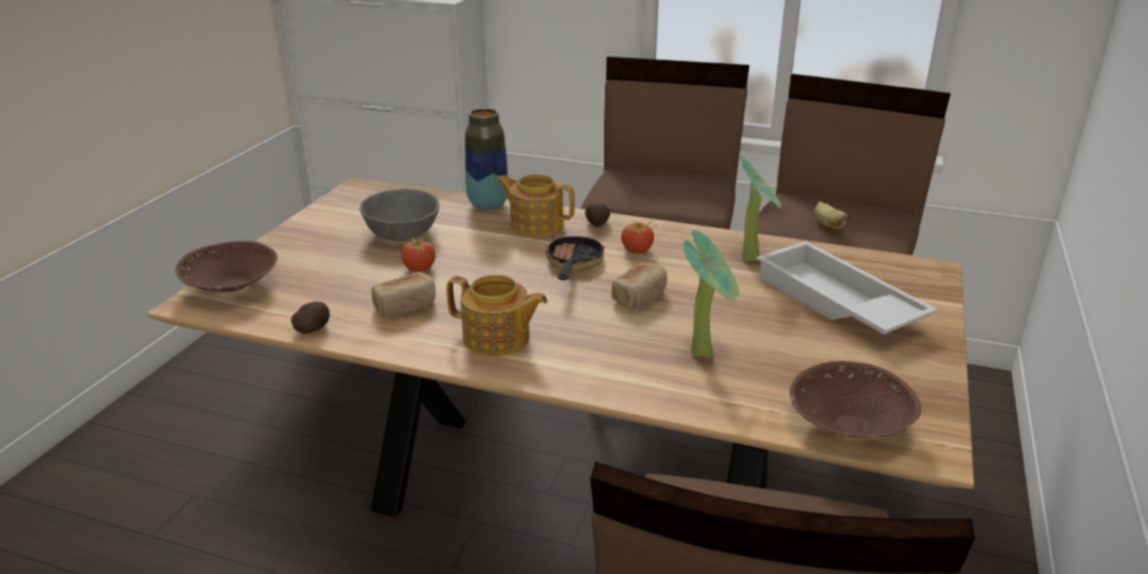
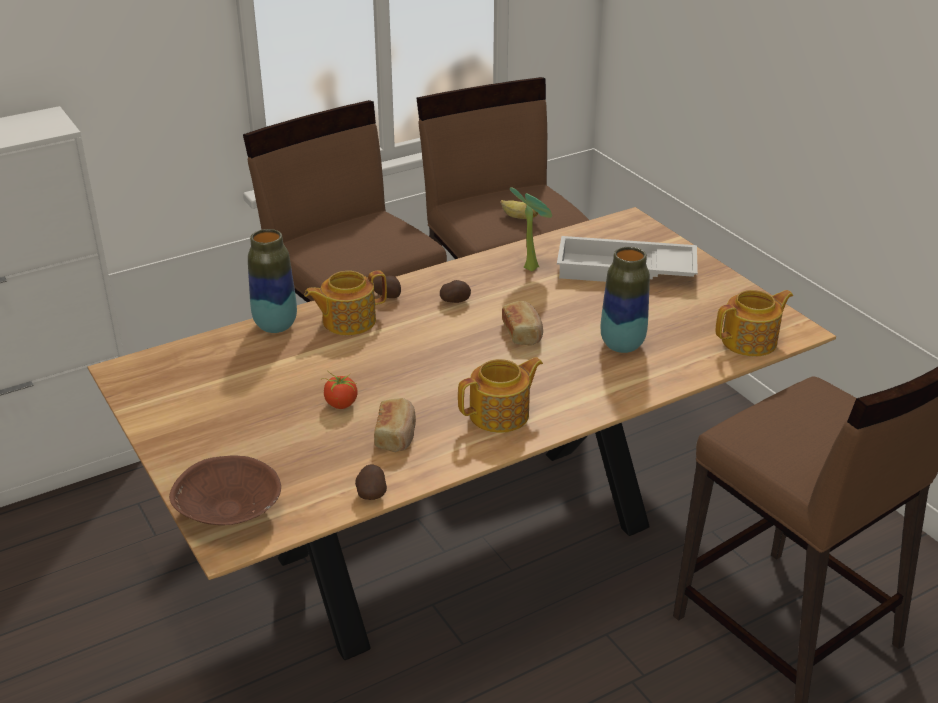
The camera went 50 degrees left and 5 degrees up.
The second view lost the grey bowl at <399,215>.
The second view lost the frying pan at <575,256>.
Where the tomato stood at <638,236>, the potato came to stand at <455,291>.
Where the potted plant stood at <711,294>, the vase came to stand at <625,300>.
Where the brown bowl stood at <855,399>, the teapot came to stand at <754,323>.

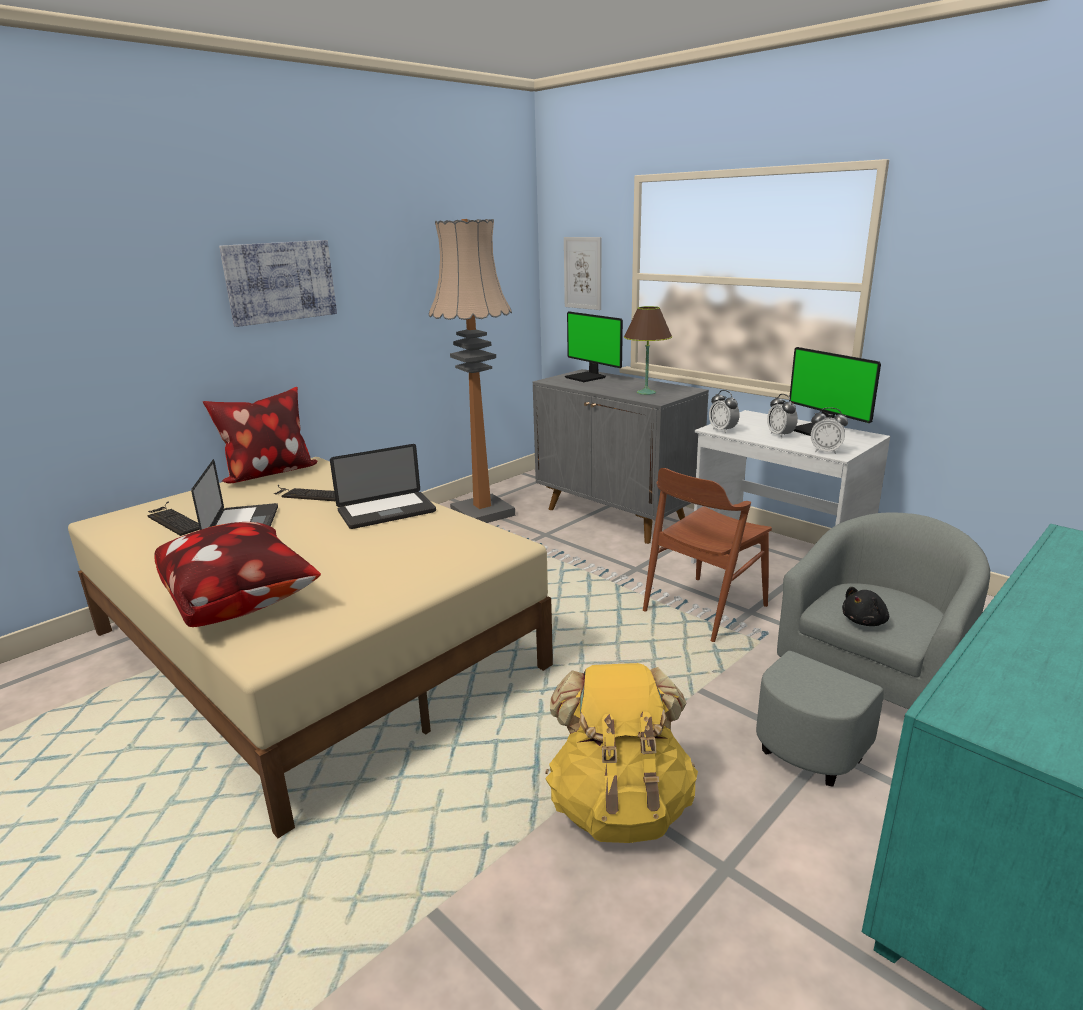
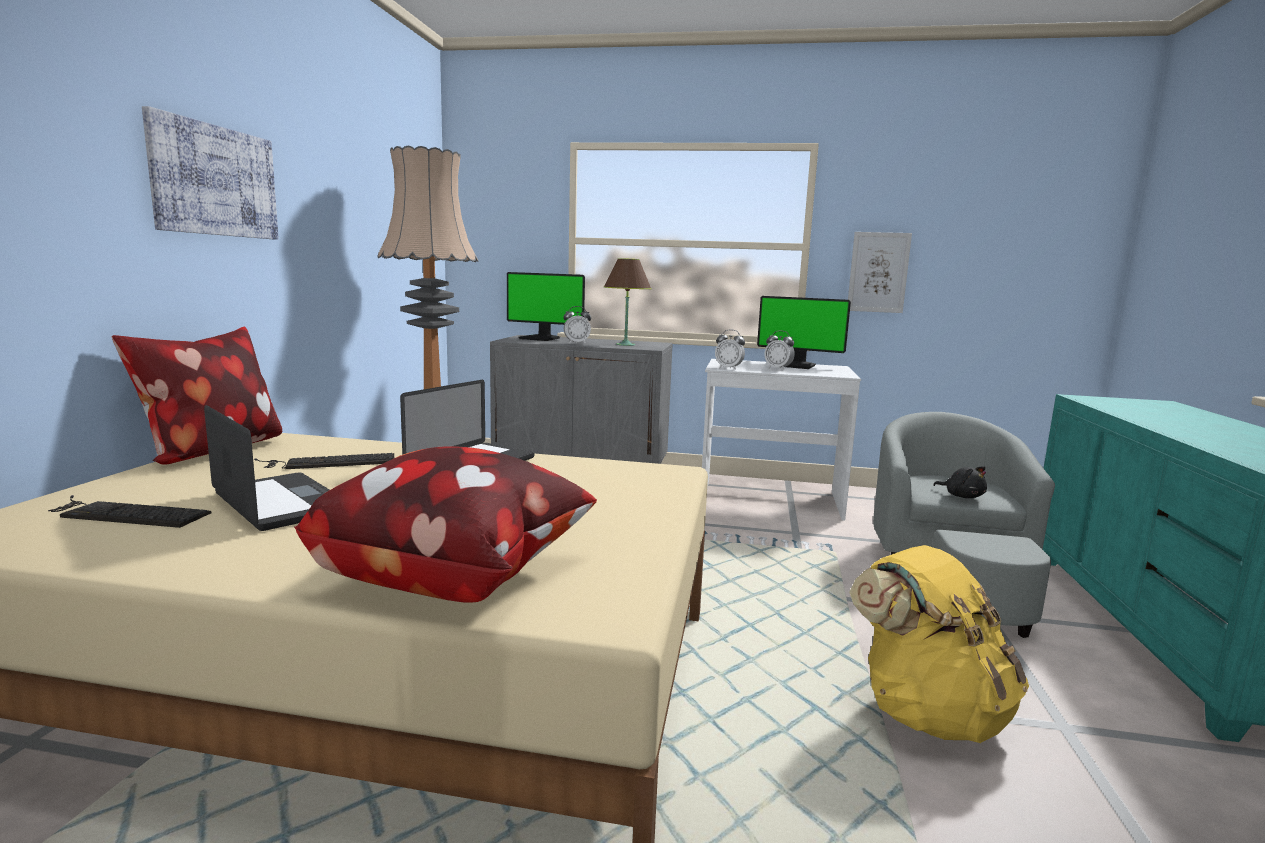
The camera went 35 degrees left and 10 degrees down.
The picture ended up elsewhere, having gone from <583,273> to <880,272>.
The second view lost the brown chair at <707,555>.
The alarm clock ended up elsewhere, having gone from <829,430> to <577,325>.
The black plush toy at <865,606> ended up facing another way, 60 degrees counterclockwise from before.

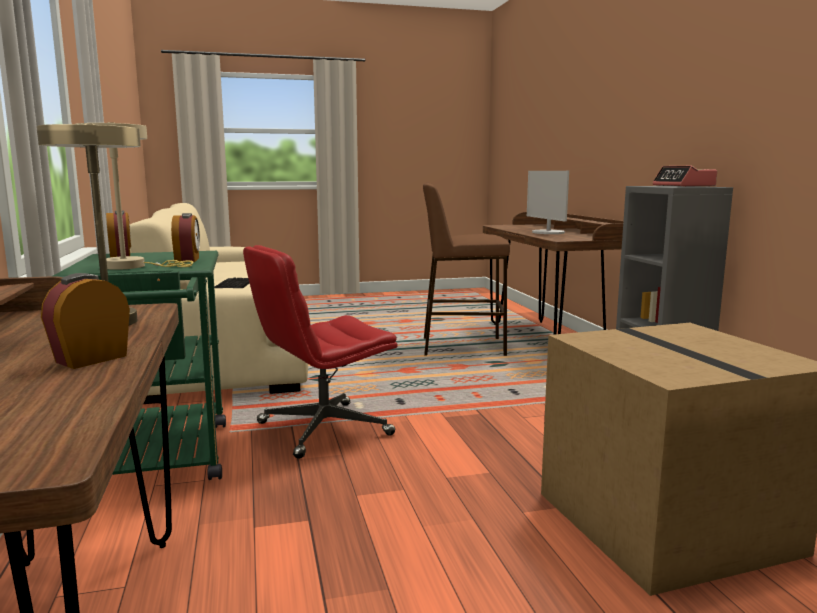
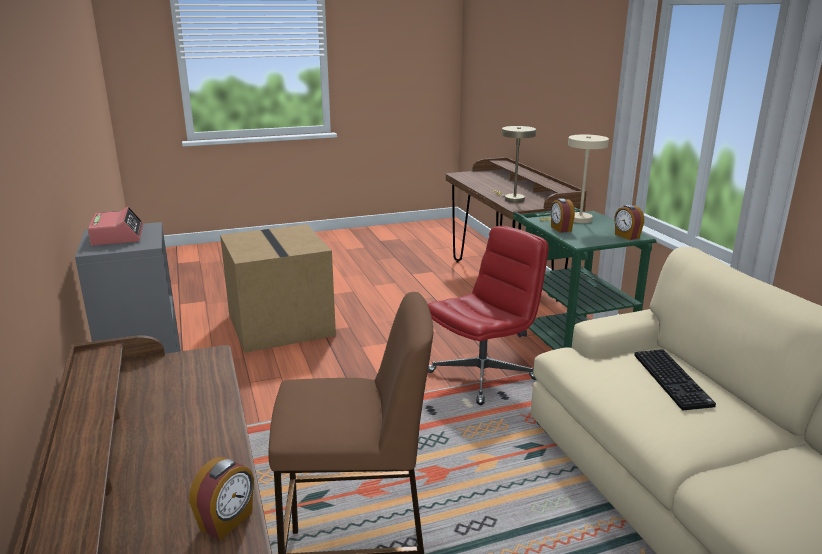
The camera went 175 degrees right and 10 degrees up.
The alarm clock ended up elsewhere, having gone from <85,321> to <221,498>.
The second view lost the monitor at <548,202>.

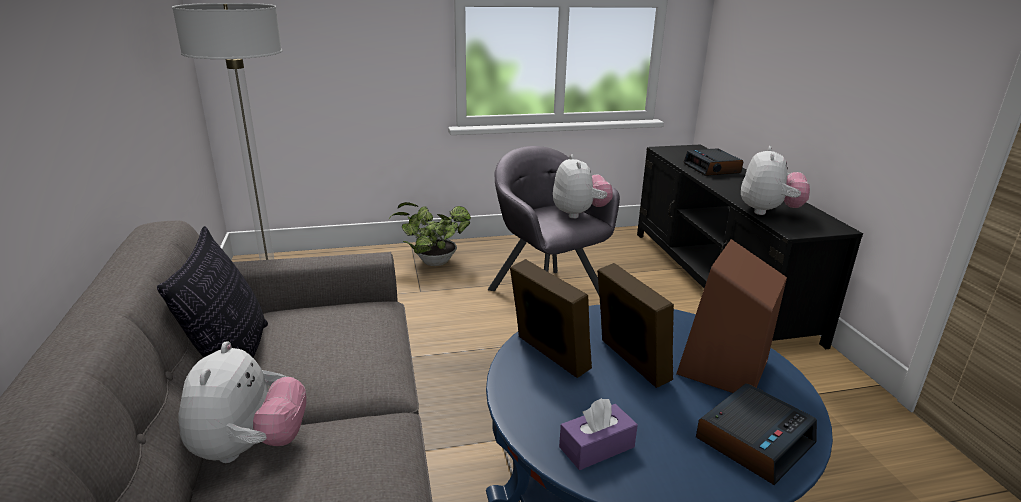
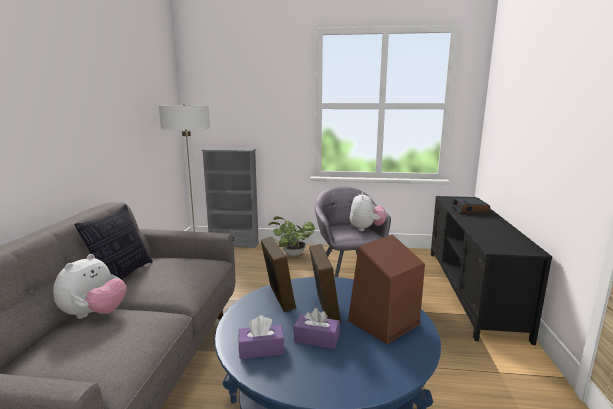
The camera went 20 degrees right and 10 degrees down.
The second view lost the alarm clock at <756,434>.
The second view lost the plush toy at <775,180>.
The second view gained the grey bookcase at <230,198>.
The second view gained the purple tissue box at <317,328>.

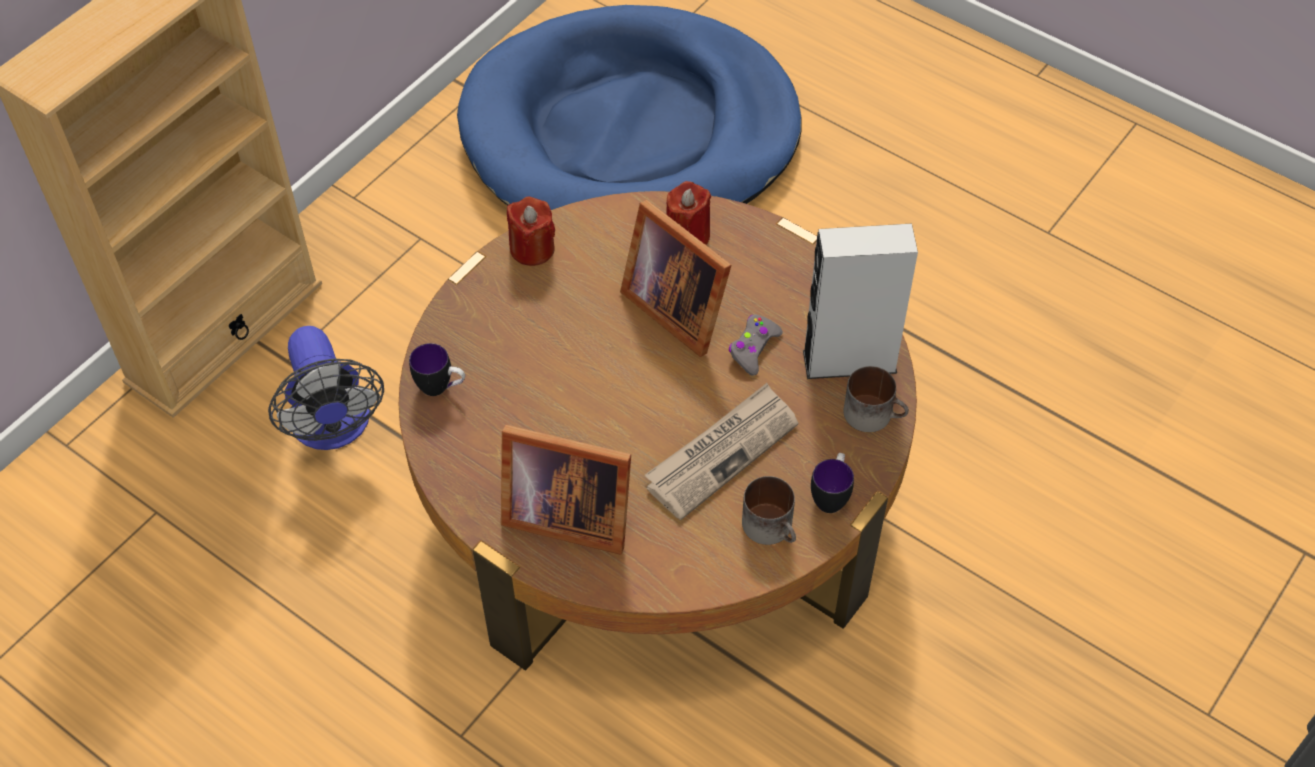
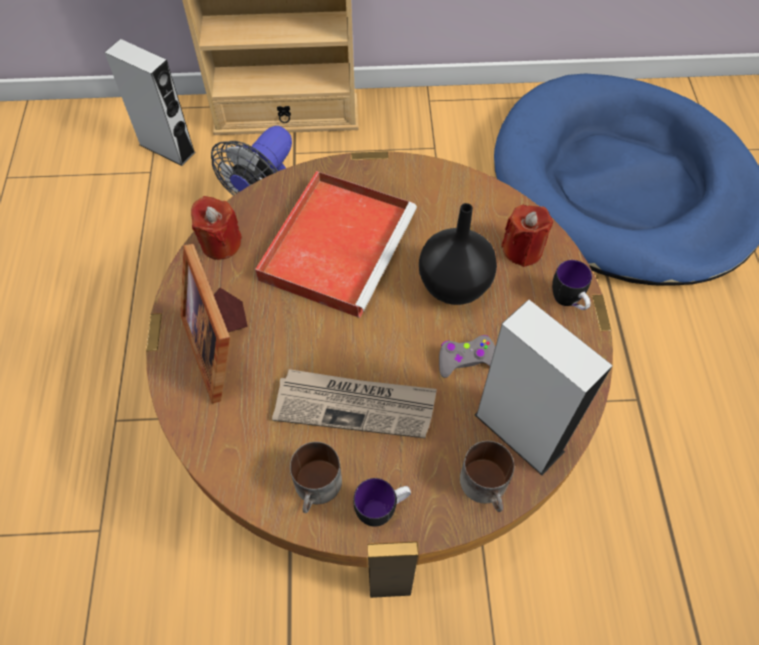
The camera went 50 degrees right and 5 degrees up.
The mug ended up elsewhere, having gone from <437,369> to <572,285>.
The red candle ended up elsewhere, having gone from <531,231> to <216,228>.
Where the picture frame stood at <676,278>, the black vase came to stand at <458,254>.
The second view gained the grey speaker at <149,102>.
The second view gained the red tray at <336,244>.

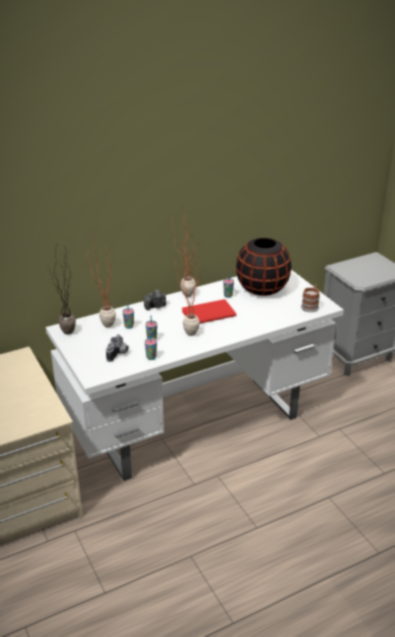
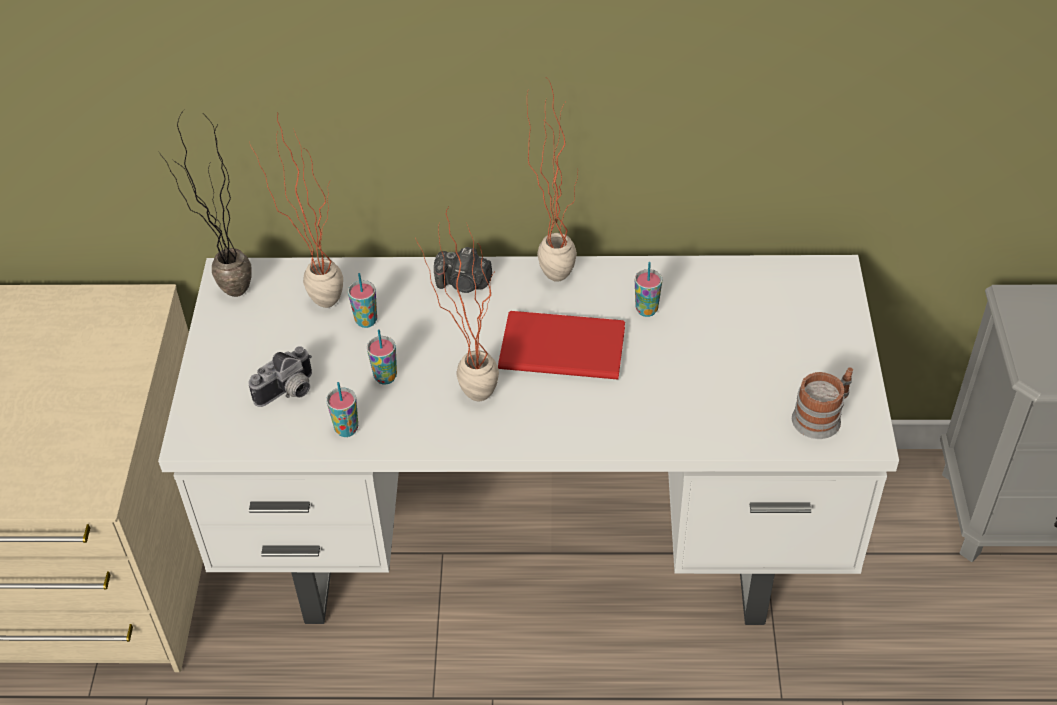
The camera went 30 degrees right and 15 degrees up.
The second view lost the black vase at <264,267>.

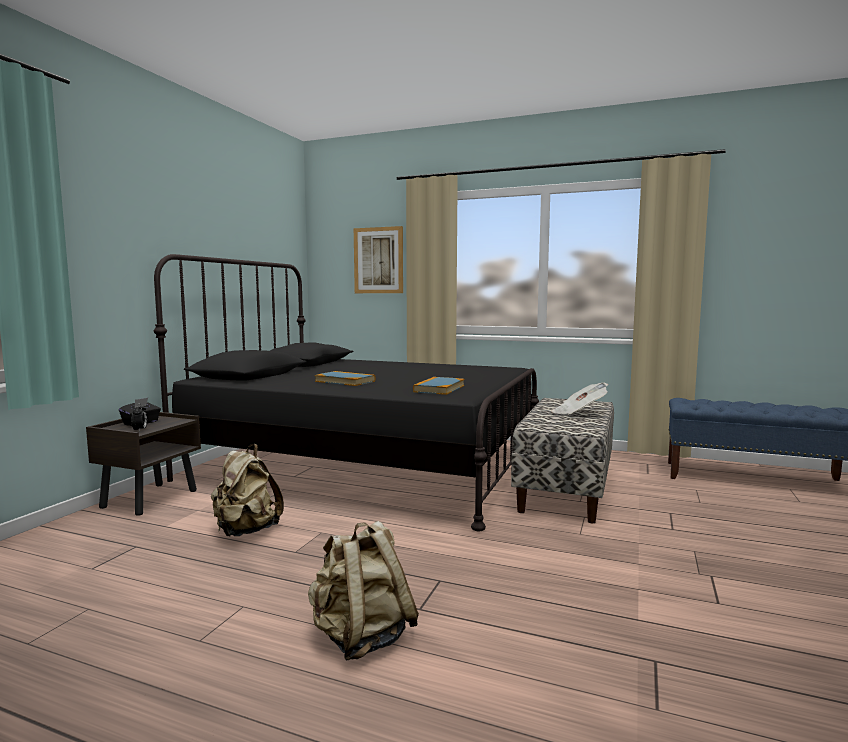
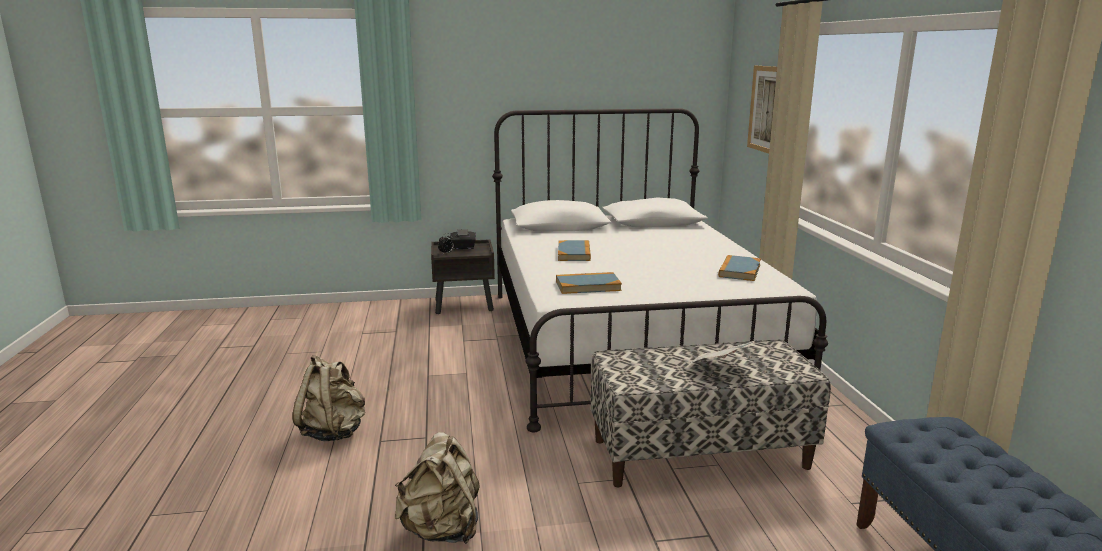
The camera went 60 degrees right and 10 degrees up.
What was the black bed at <346,392> turned into the white bed at <660,270>.
The beige backpack ended up elsewhere, having gone from <247,490> to <437,488>.
The second view gained the book at <739,268>.

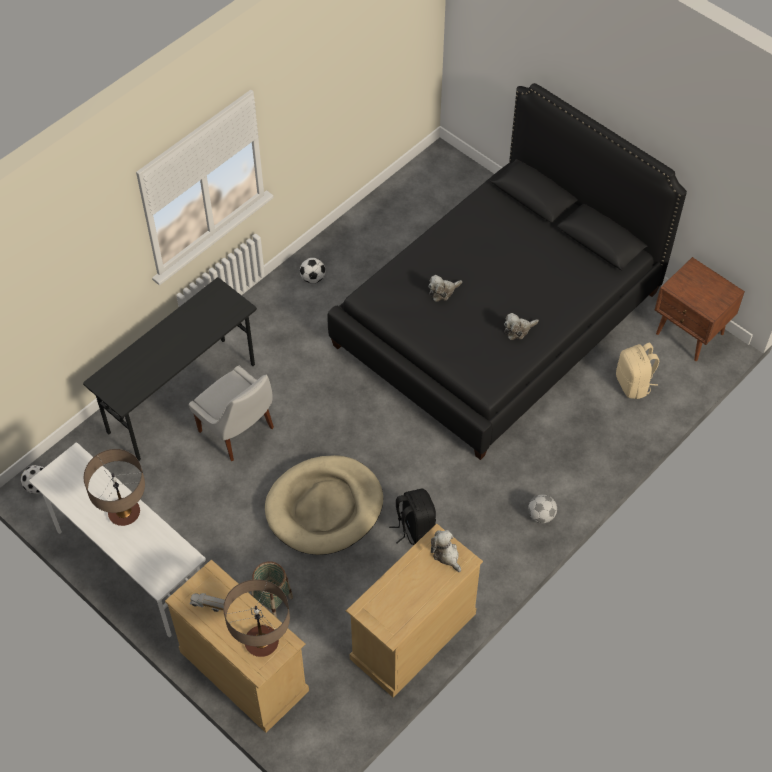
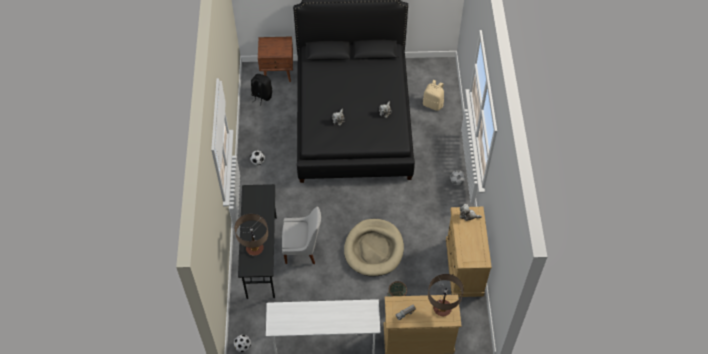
The camera went 45 degrees left and 0 degrees up.
The table lamp ended up elsewhere, having gone from <114,487> to <251,235>.
The black backpack ended up elsewhere, having gone from <412,516> to <261,90>.
The brown nightstand ended up elsewhere, having gone from <700,309> to <275,59>.

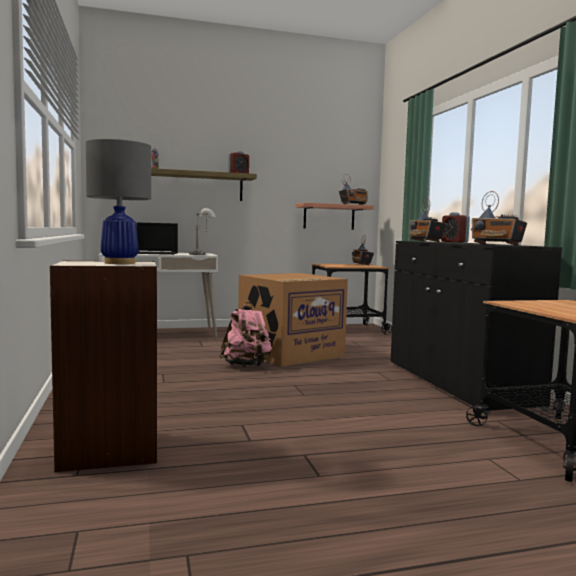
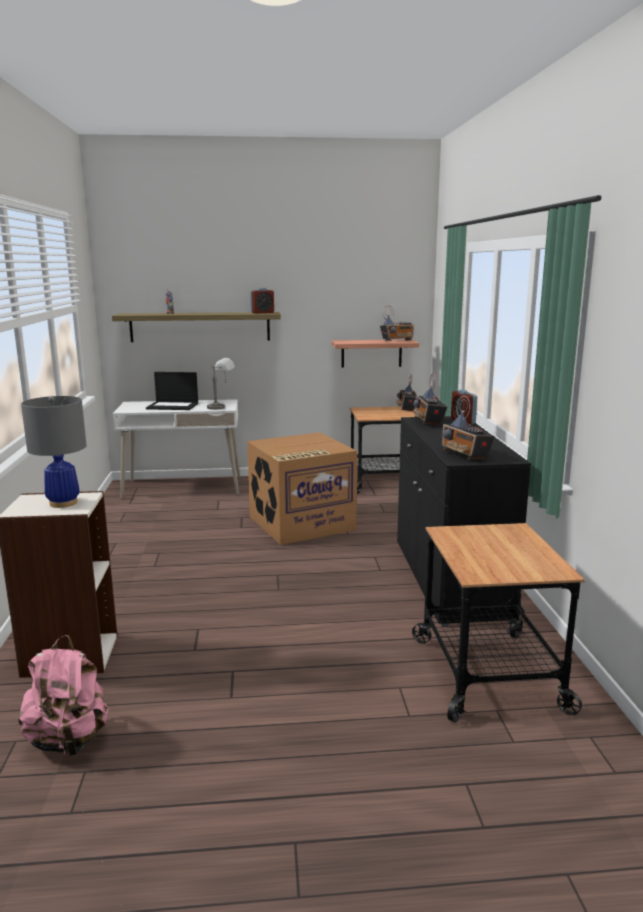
The camera went 10 degrees right and 10 degrees up.
The pink backpack ended up elsewhere, having gone from <246,334> to <63,695>.

